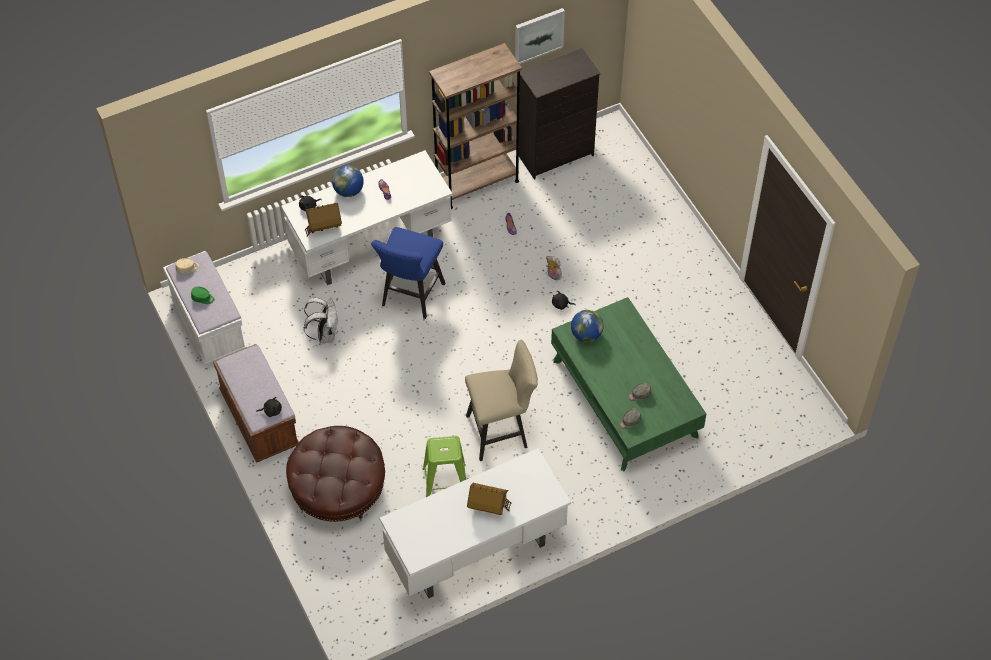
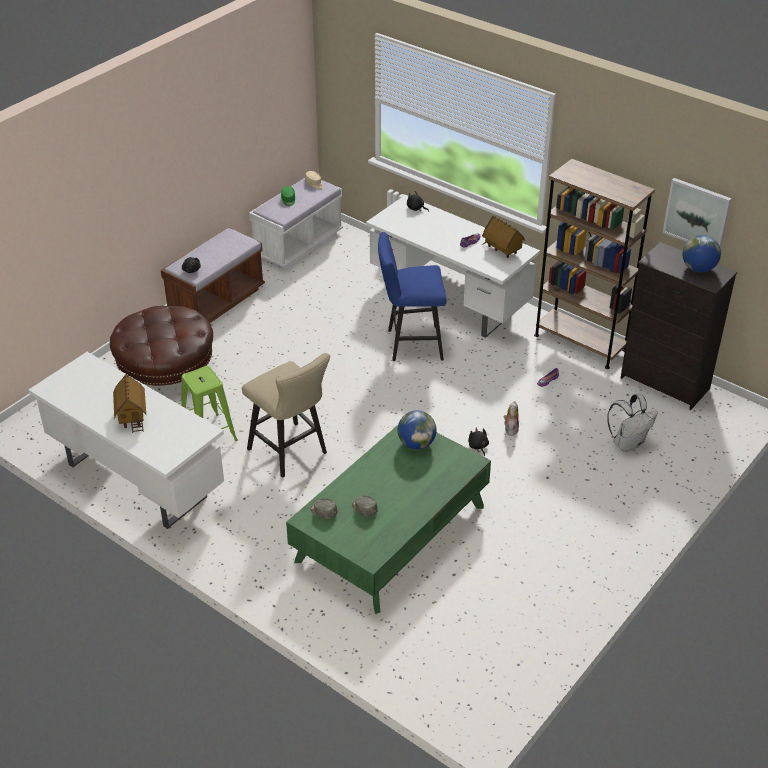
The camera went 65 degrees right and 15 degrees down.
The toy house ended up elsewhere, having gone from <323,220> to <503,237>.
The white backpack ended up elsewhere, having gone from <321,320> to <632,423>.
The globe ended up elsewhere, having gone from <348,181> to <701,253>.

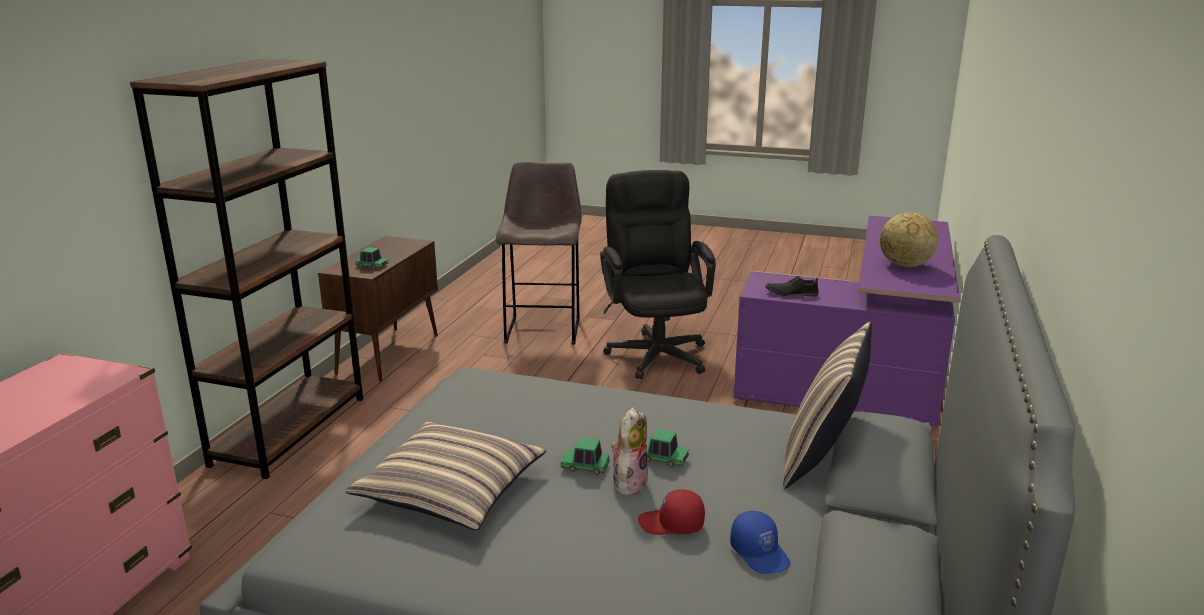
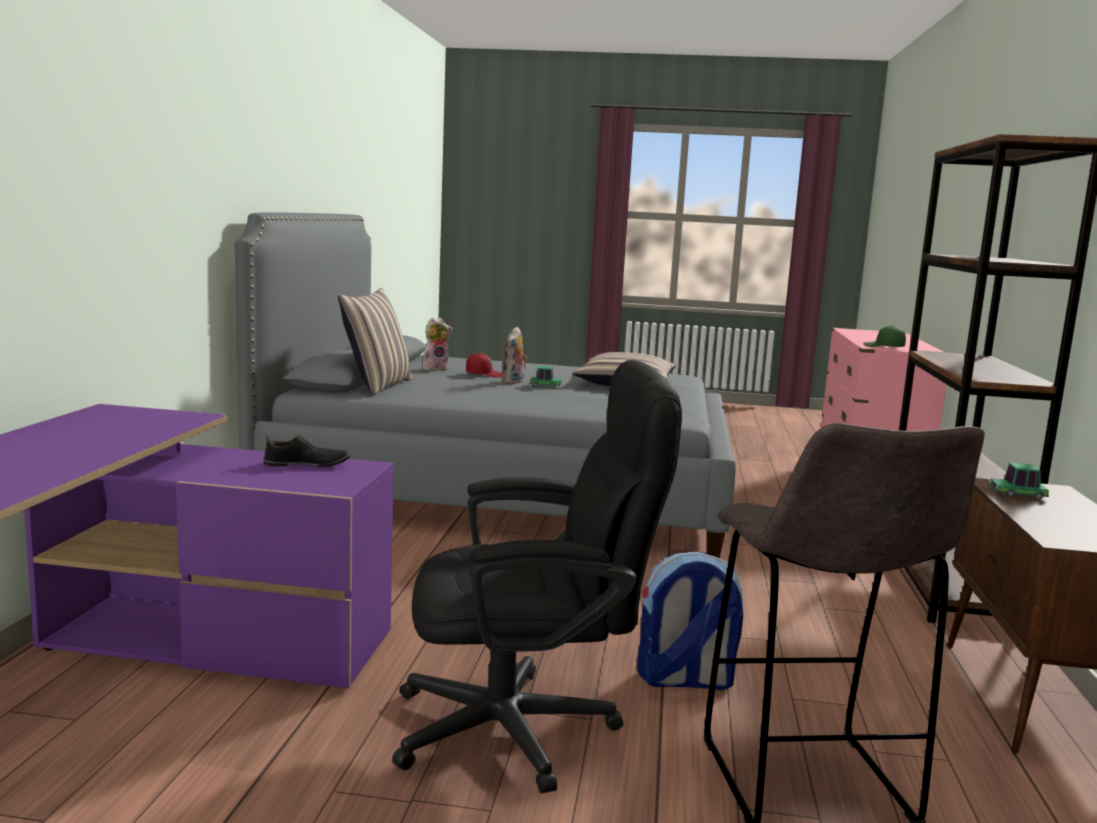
The camera went 170 degrees right and 10 degrees down.
The black office chair at <658,274> ended up facing another way, 75 degrees counterclockwise from before.
The second view lost the toy car at <667,448>.
Where the blue cap stood at <760,542>, the plush toy came to stand at <438,344>.
The second view lost the globe at <909,239>.
The second view gained the backpack at <690,620>.
The second view gained the green cap at <884,336>.

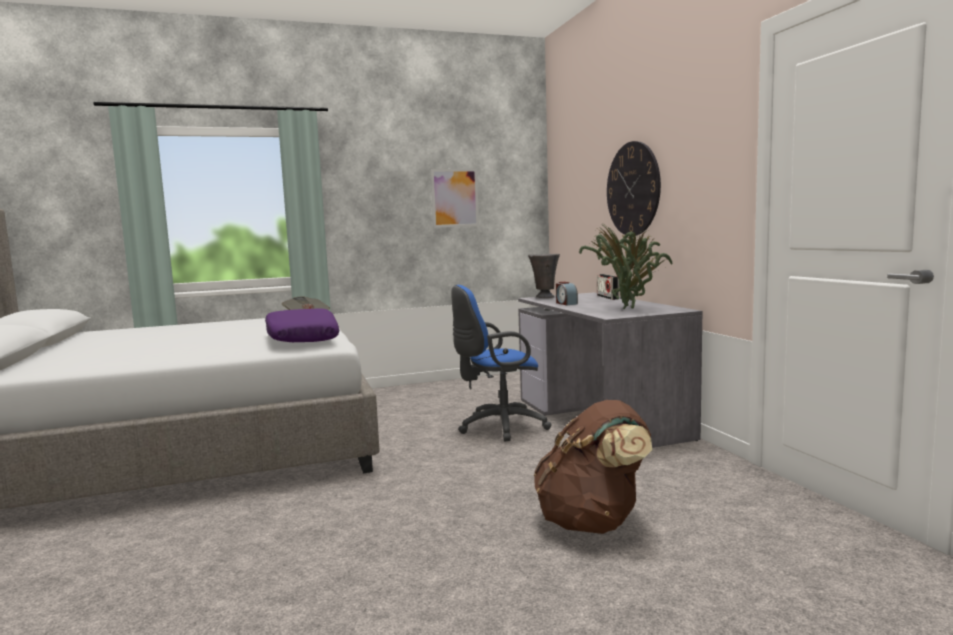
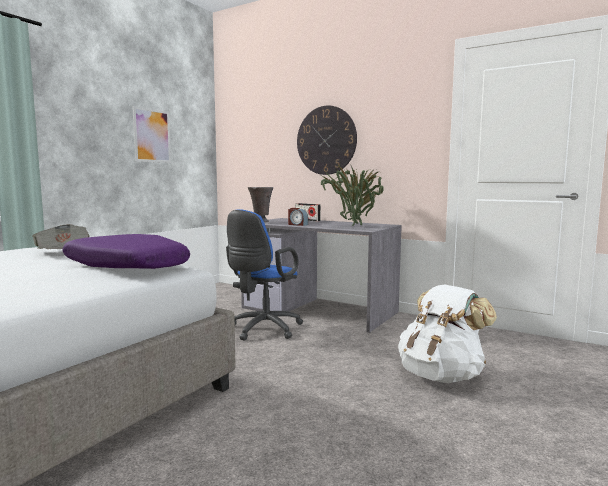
The camera went 40 degrees left and 0 degrees up.
What was the brown backpack at <593,467> turned into the white backpack at <447,333>.

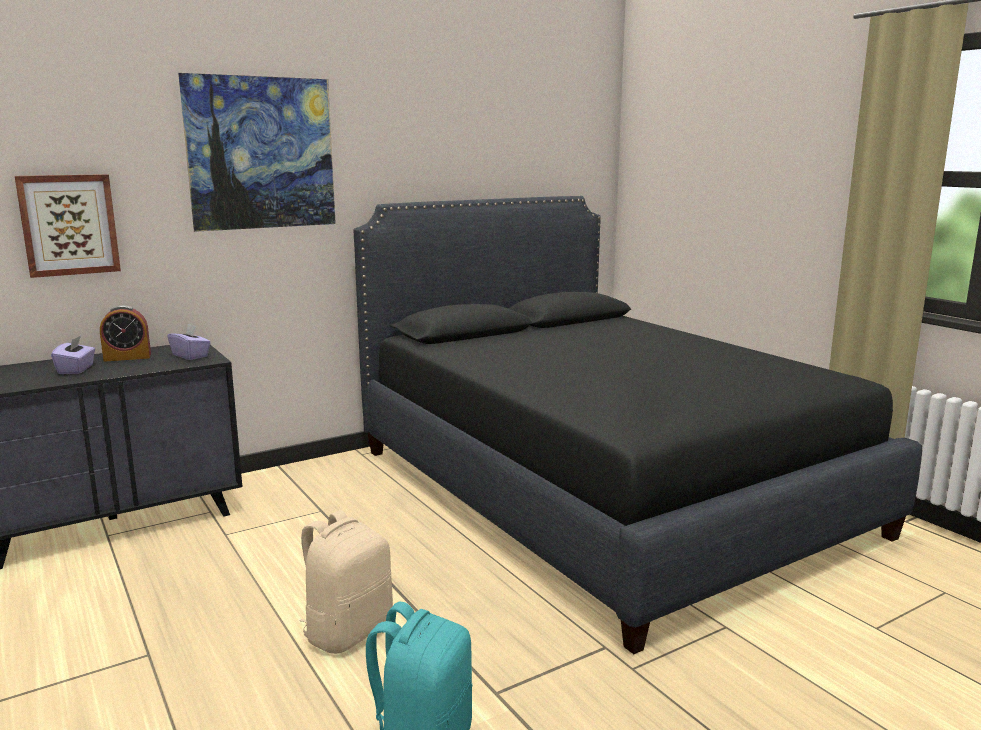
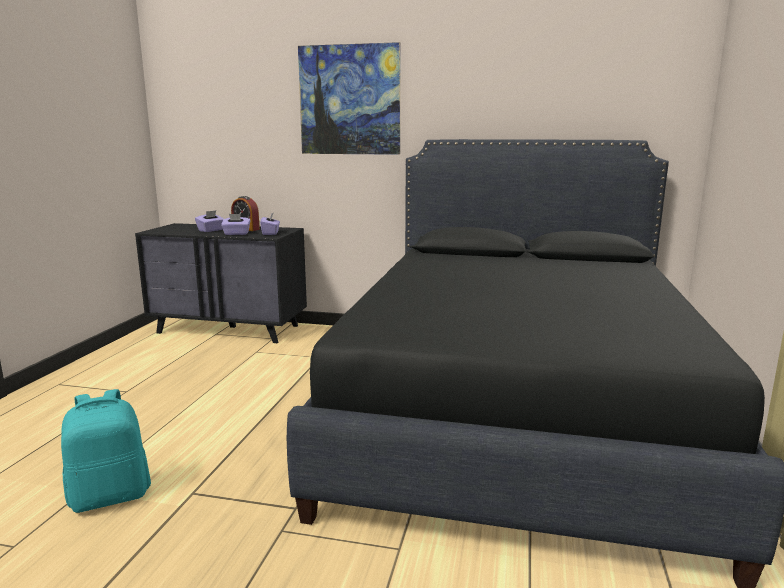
The camera went 45 degrees right and 0 degrees up.
The second view lost the picture at <68,226>.
The second view lost the beige backpack at <346,582>.
The second view gained the purple tissue box at <236,224>.

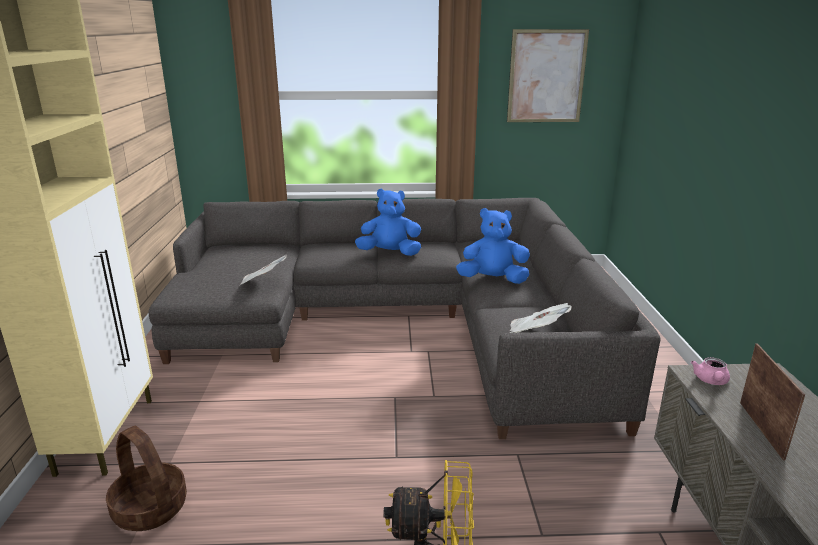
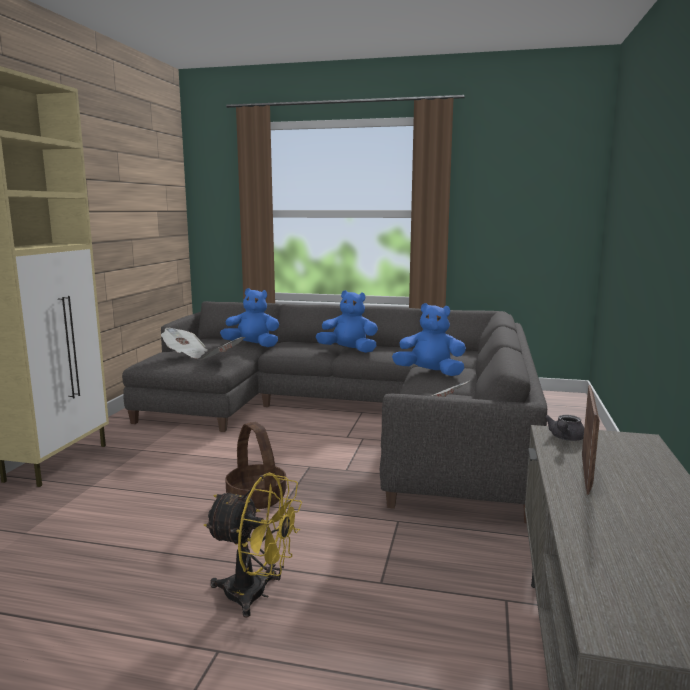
The camera went 15 degrees right and 10 degrees down.
The basket ended up elsewhere, having gone from <146,478> to <255,465>.
The second view lost the picture at <548,75>.
What was the pink teapot at <710,371> turned into the grey teapot at <564,428>.
The second view gained the newspaper at <184,343>.
The second view gained the blue plush toy at <249,317>.

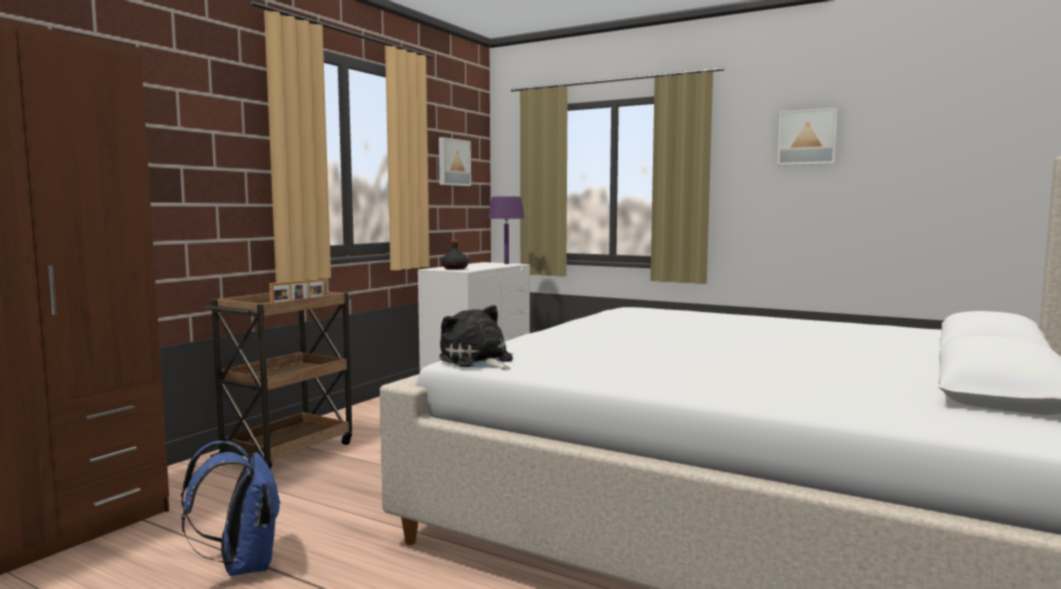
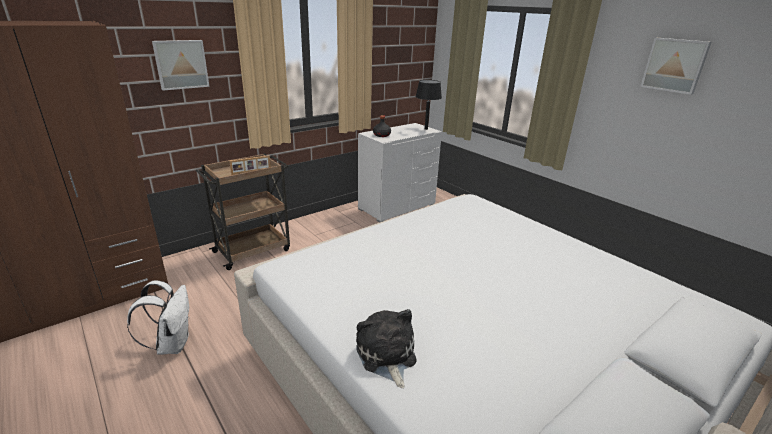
The camera went 20 degrees right and 20 degrees up.
What was the blue backpack at <230,508> turned into the white backpack at <158,318>.
The picture ended up elsewhere, having gone from <455,161> to <181,65>.
The plush toy ended up elsewhere, having gone from <476,337> to <386,348>.
What was the purple table lamp at <506,230> turned into the black table lamp at <429,105>.

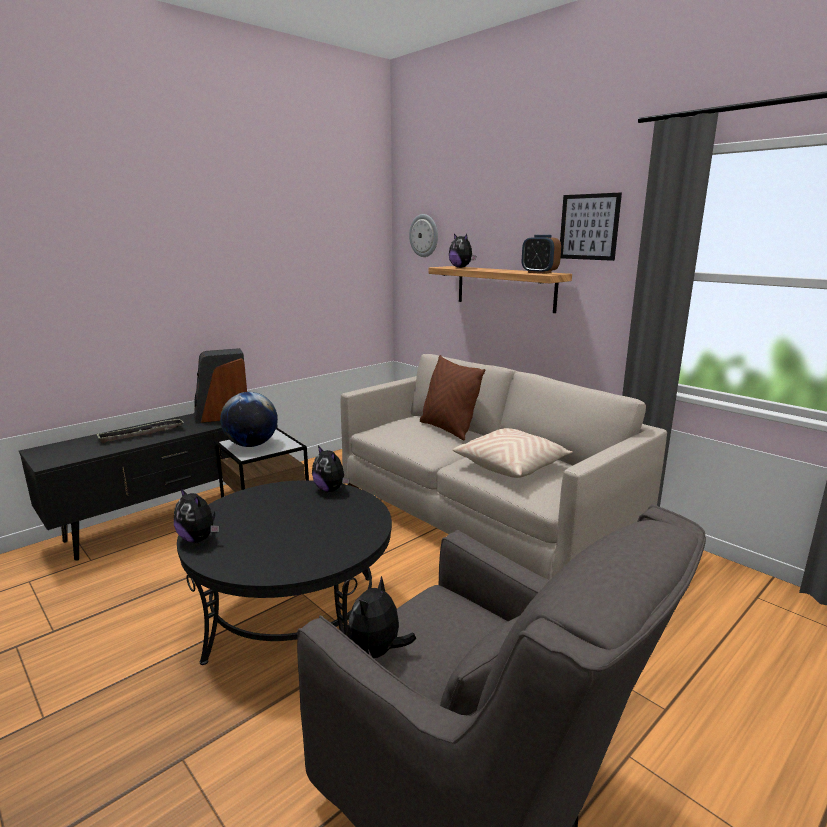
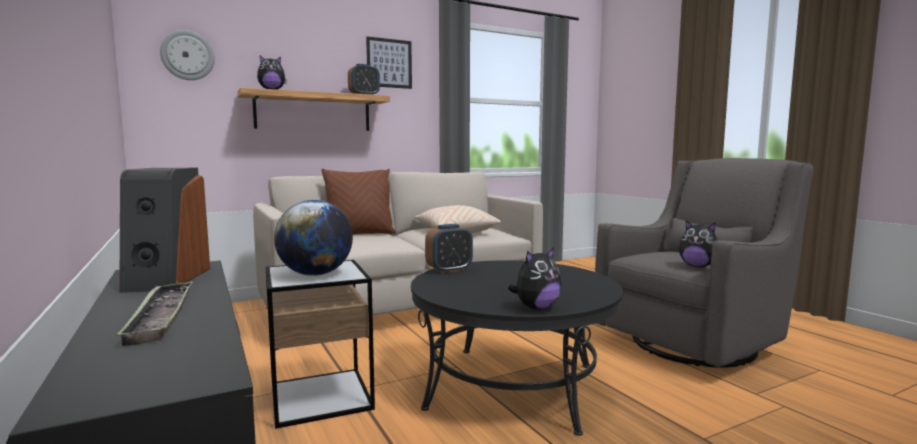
The camera went 75 degrees left and 10 degrees down.
Where the plush toy stood at <331,468>, the alarm clock came to stand at <449,248>.

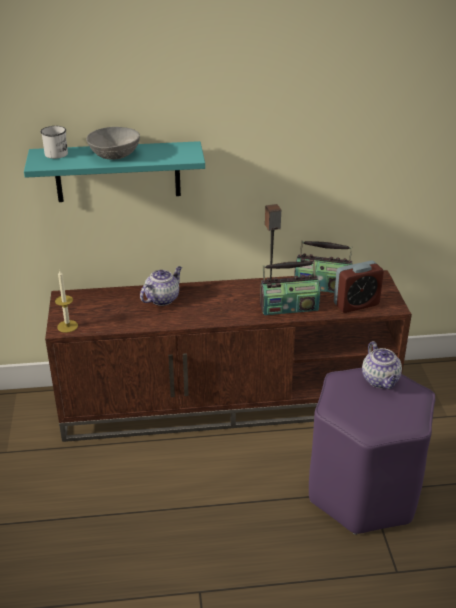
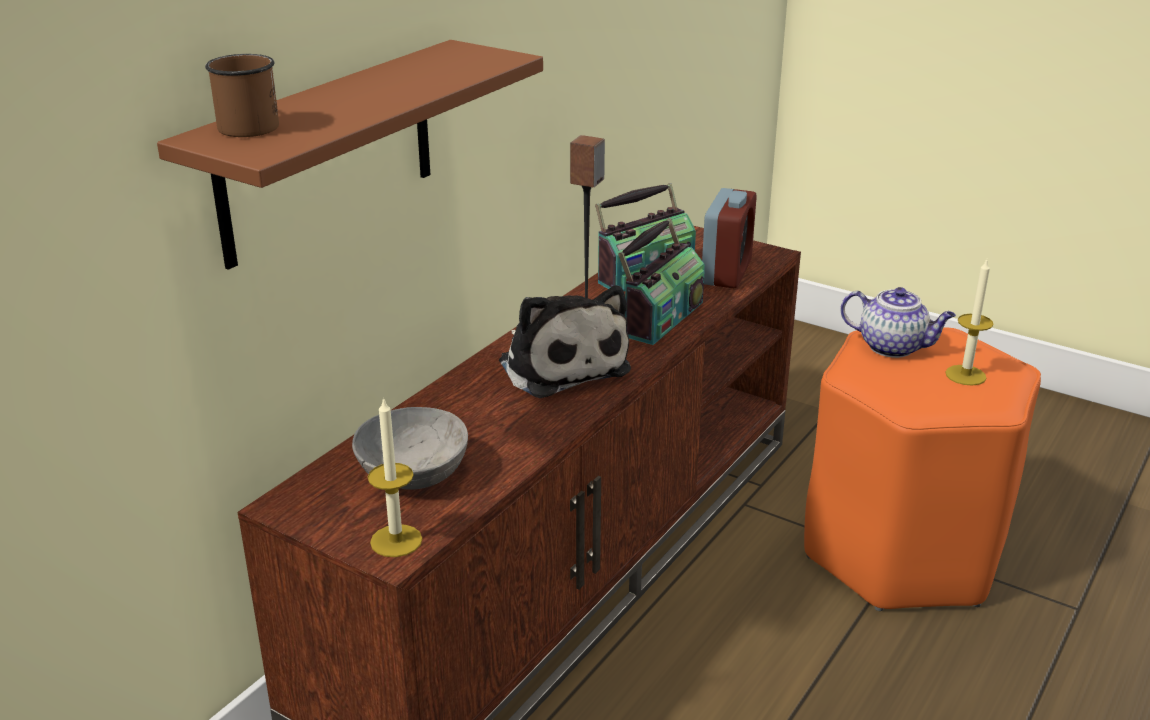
The camera went 50 degrees left and 5 degrees down.
What was the turquoise shelf at <114,171> turned into the brown shelf at <350,155>.
What was the white mug at <54,142> turned into the brown mug at <242,95>.
The grey bowl ended up elsewhere, having gone from <113,143> to <410,448>.
The second view lost the teapot at <161,286>.
What was the purple stool at <372,451> turned into the orange stool at <922,469>.
The second view gained the plush toy at <565,342>.
The second view gained the candle at <969,323>.

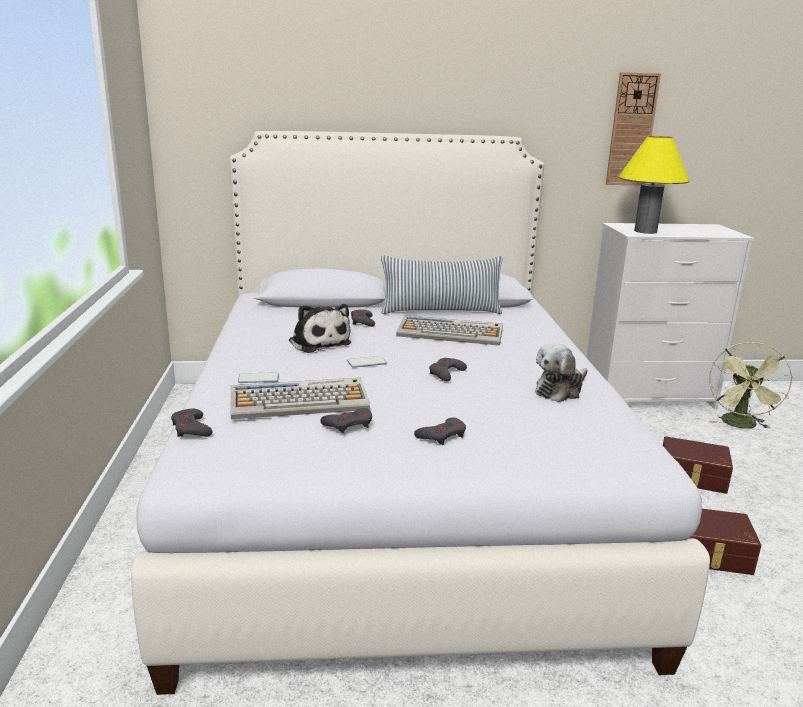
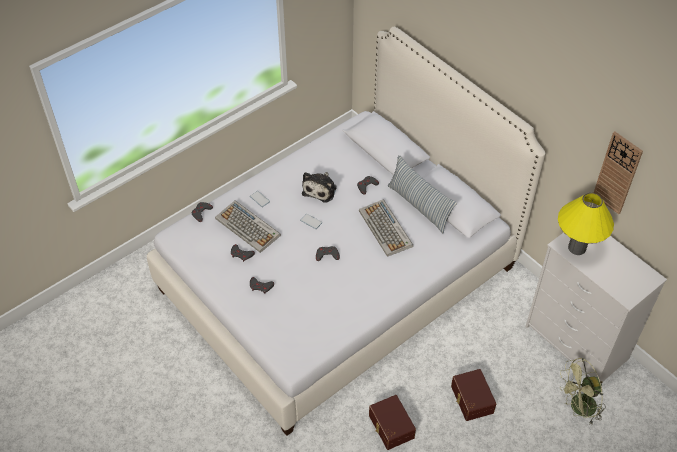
The camera went 55 degrees right and 30 degrees up.
The second view lost the plush toy at <561,372>.

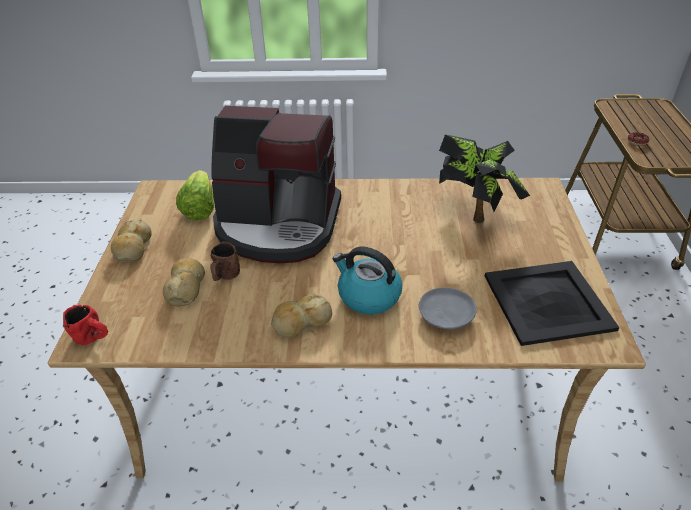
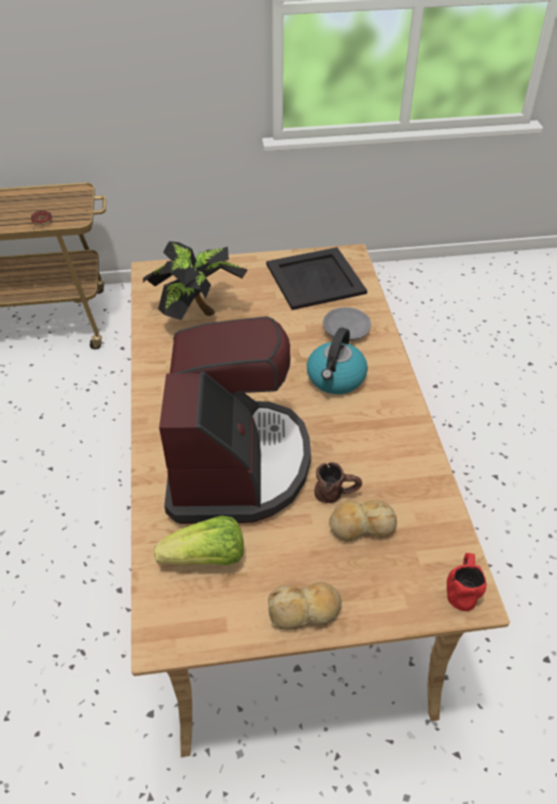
The camera went 100 degrees left and 5 degrees up.
The second view lost the bread at <301,316>.

